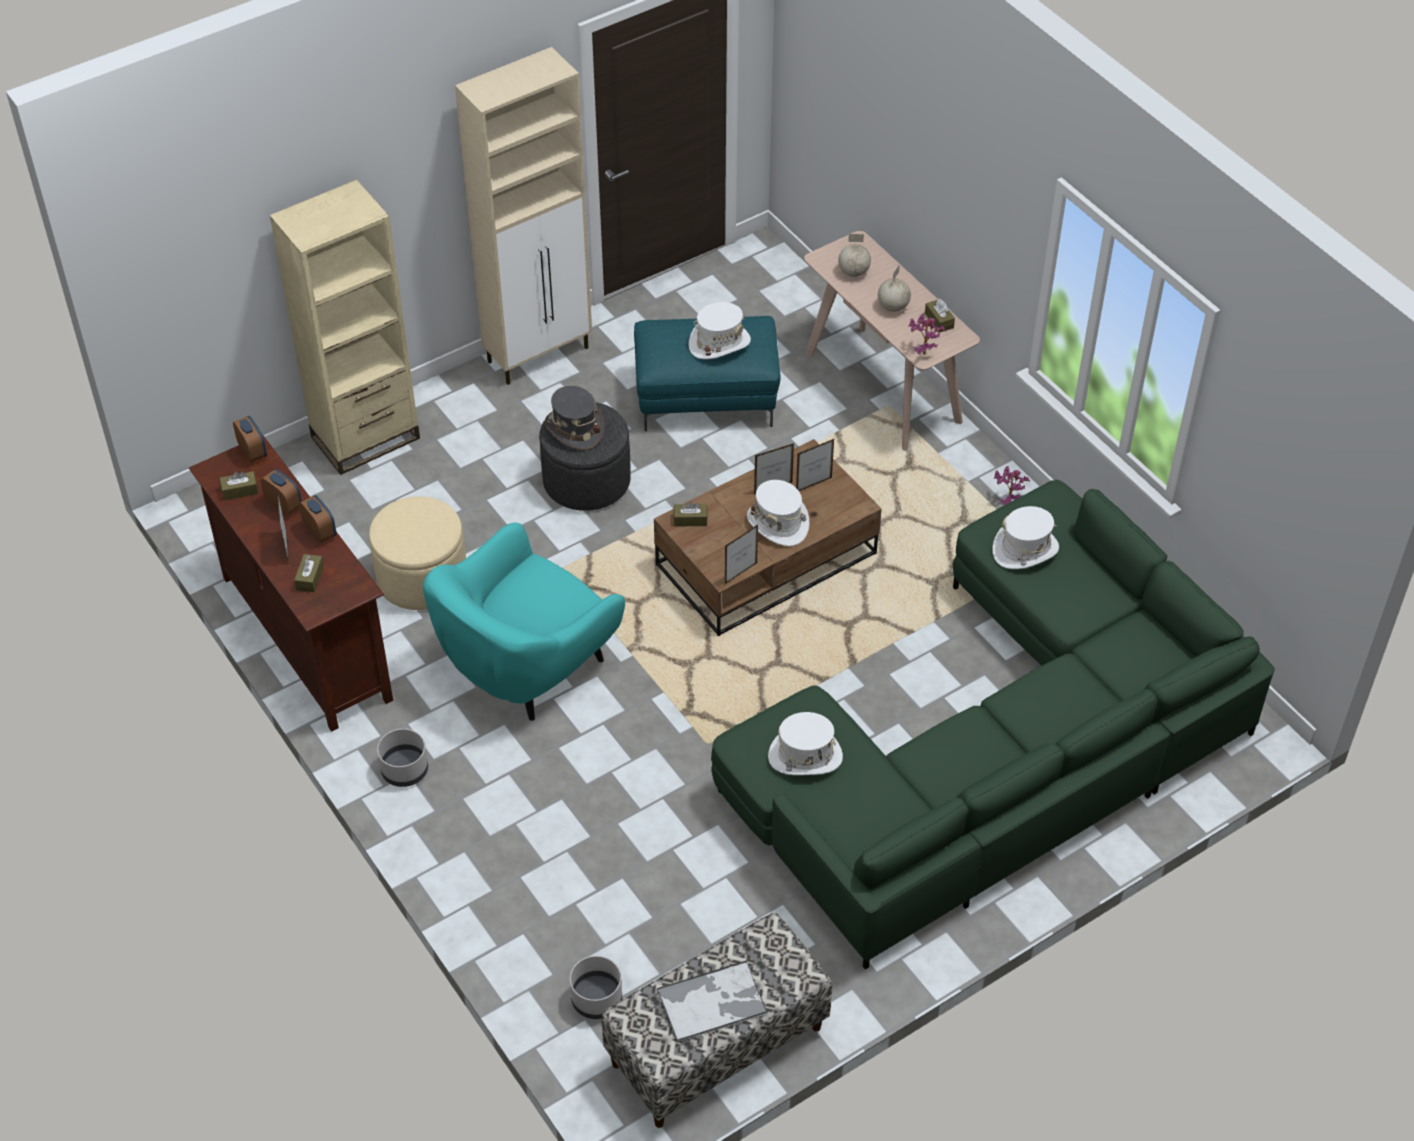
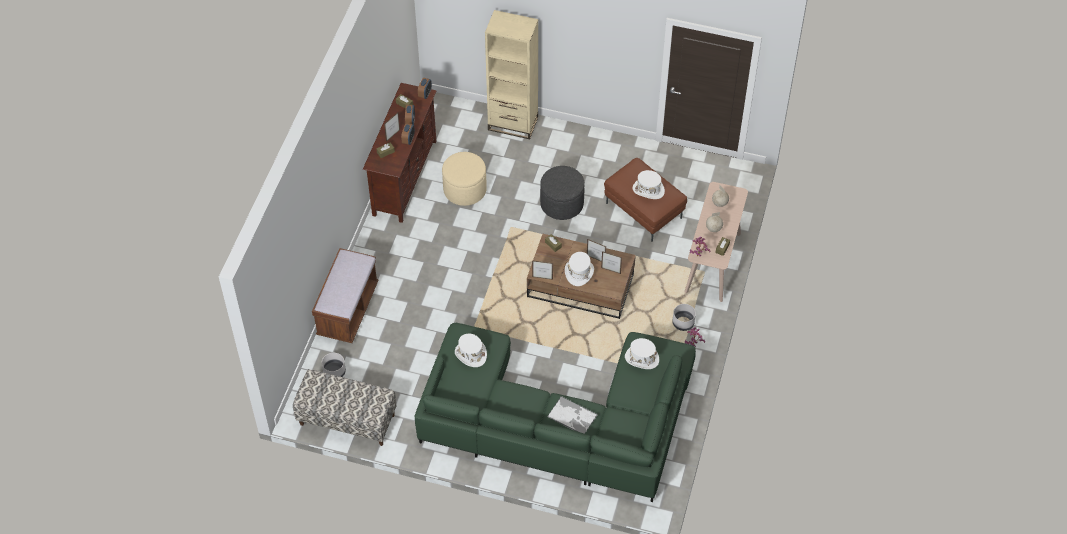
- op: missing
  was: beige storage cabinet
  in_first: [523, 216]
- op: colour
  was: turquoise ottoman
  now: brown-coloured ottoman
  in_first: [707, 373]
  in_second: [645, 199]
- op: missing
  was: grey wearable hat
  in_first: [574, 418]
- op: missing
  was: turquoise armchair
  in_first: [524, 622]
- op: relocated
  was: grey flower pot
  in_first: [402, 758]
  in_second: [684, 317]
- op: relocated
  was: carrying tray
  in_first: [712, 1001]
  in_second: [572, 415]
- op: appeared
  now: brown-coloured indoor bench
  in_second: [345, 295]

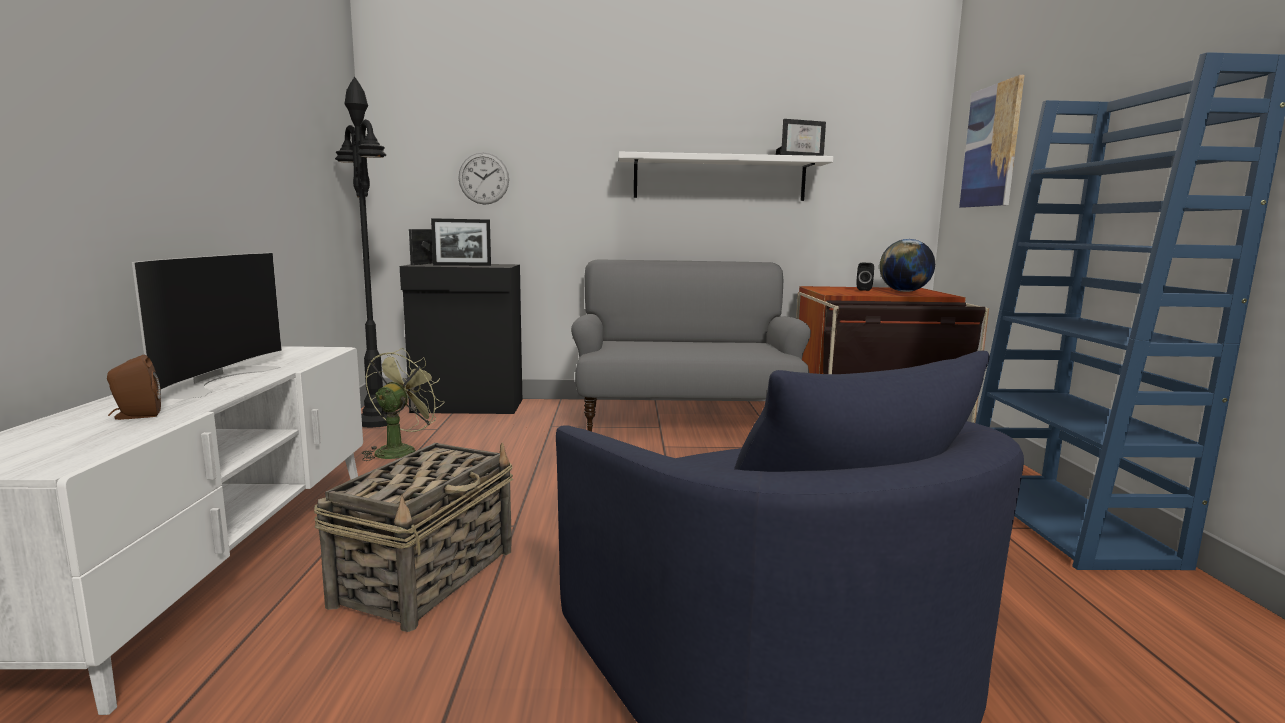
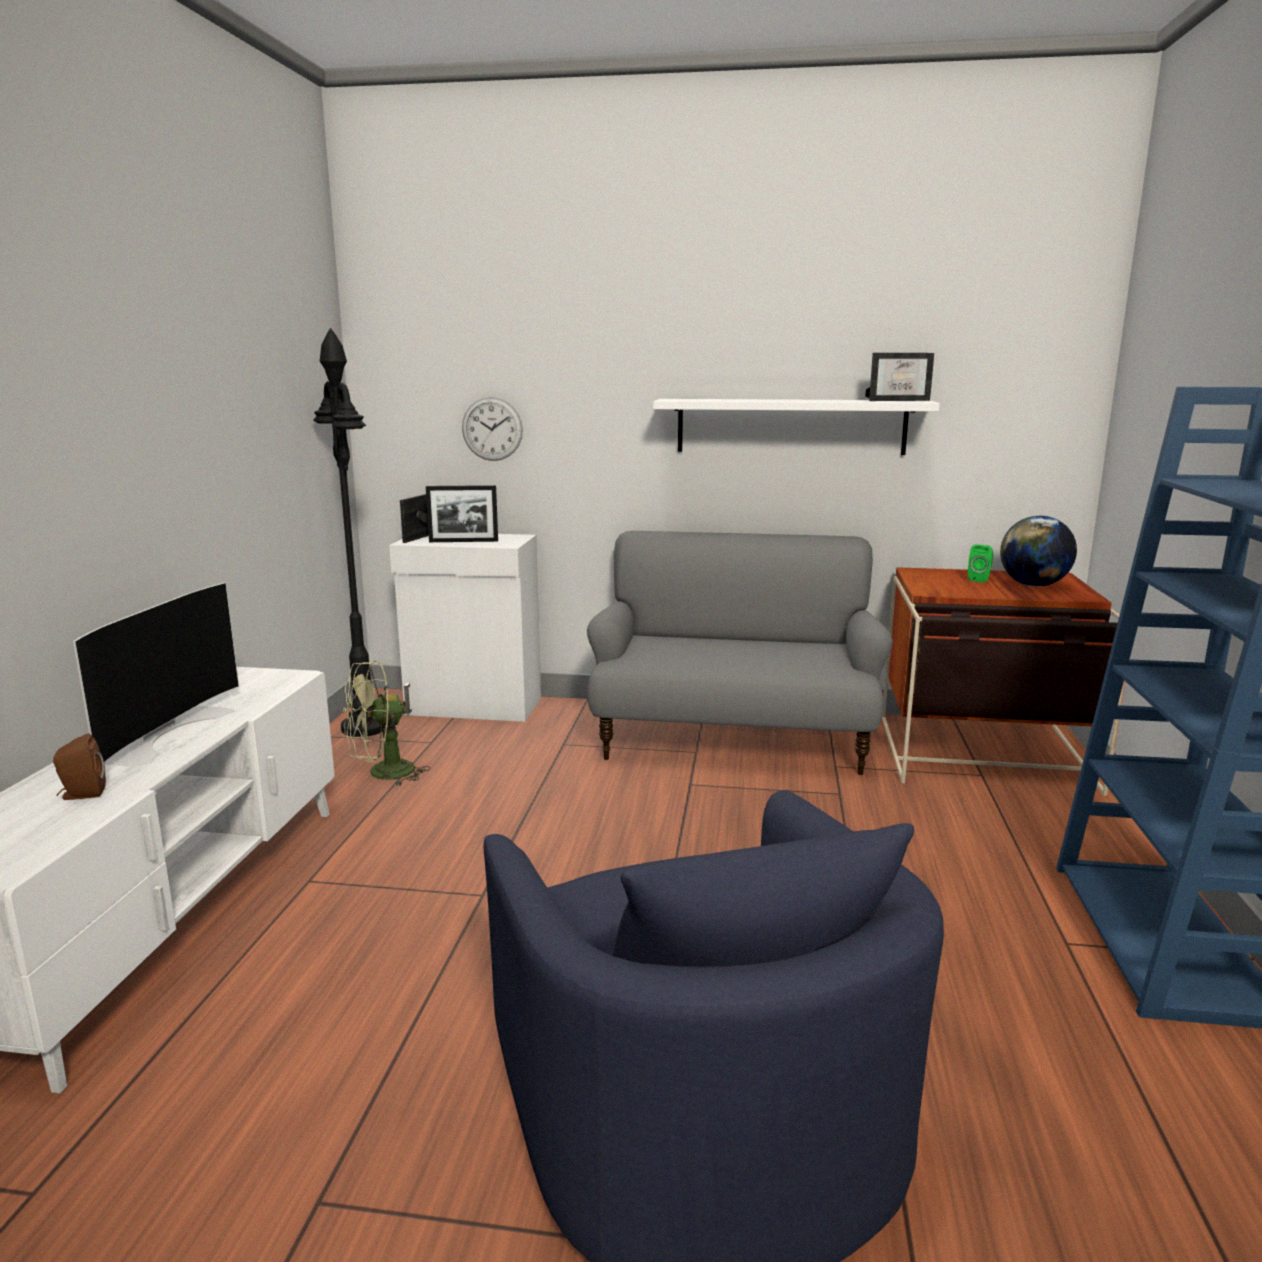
- op: missing
  was: picture
  in_first: [991, 141]
- op: colour
  was: black-coloured storage cabinet
  now: white storage cabinet
  in_first: [461, 338]
  in_second: [465, 628]
- op: colour
  was: black-coloured loudspeaker
  now: green-coloured loudspeaker
  in_first: [865, 277]
  in_second: [980, 563]
- op: spun
  was: green-coloured electric fan
  in_first: [403, 404]
  in_second: [386, 723]
  clockwise: -150
- op: missing
  was: household basket
  in_first: [413, 537]

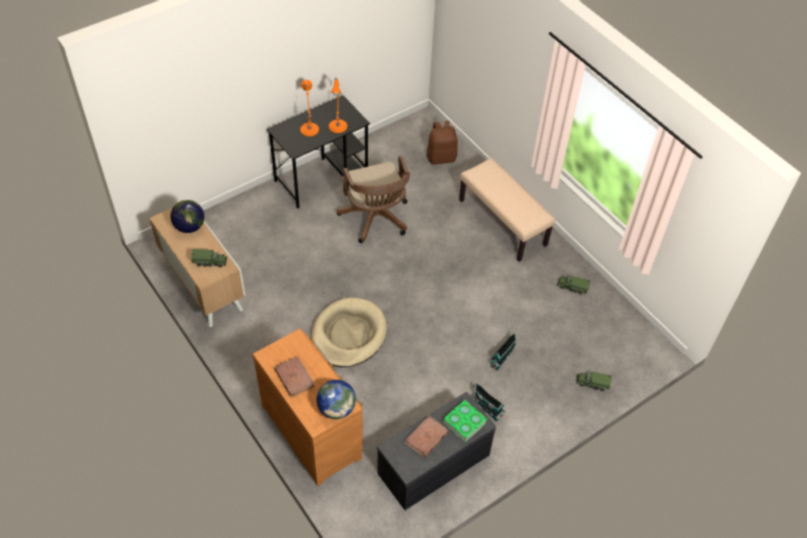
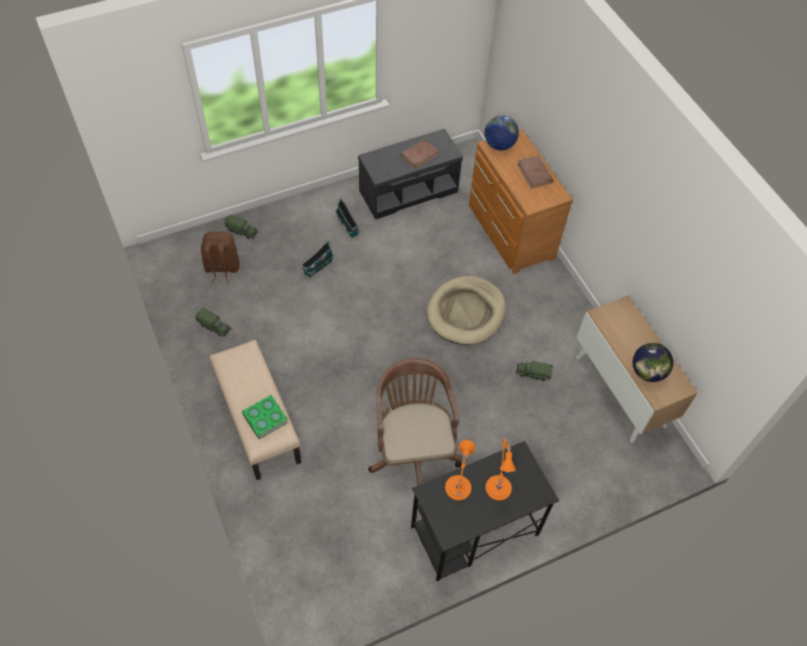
- op: relocated
  was: brown-coloured knapsack
  in_first: [442, 143]
  in_second: [220, 257]
- op: relocated
  was: toy truck
  in_first: [209, 258]
  in_second: [534, 371]
- op: relocated
  was: bound book
  in_first: [465, 421]
  in_second: [265, 417]

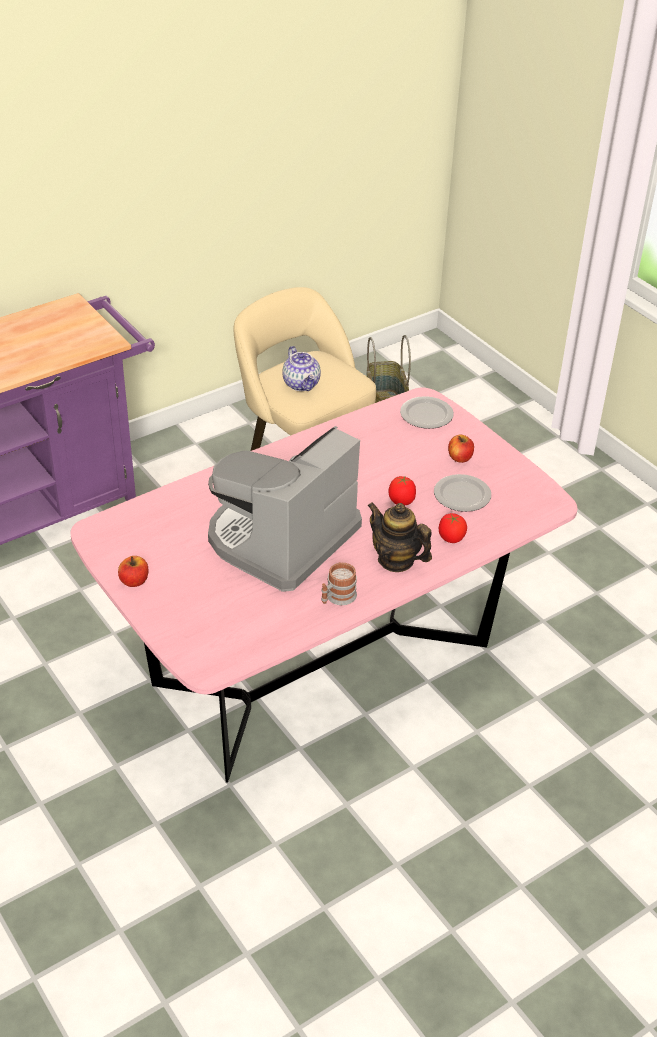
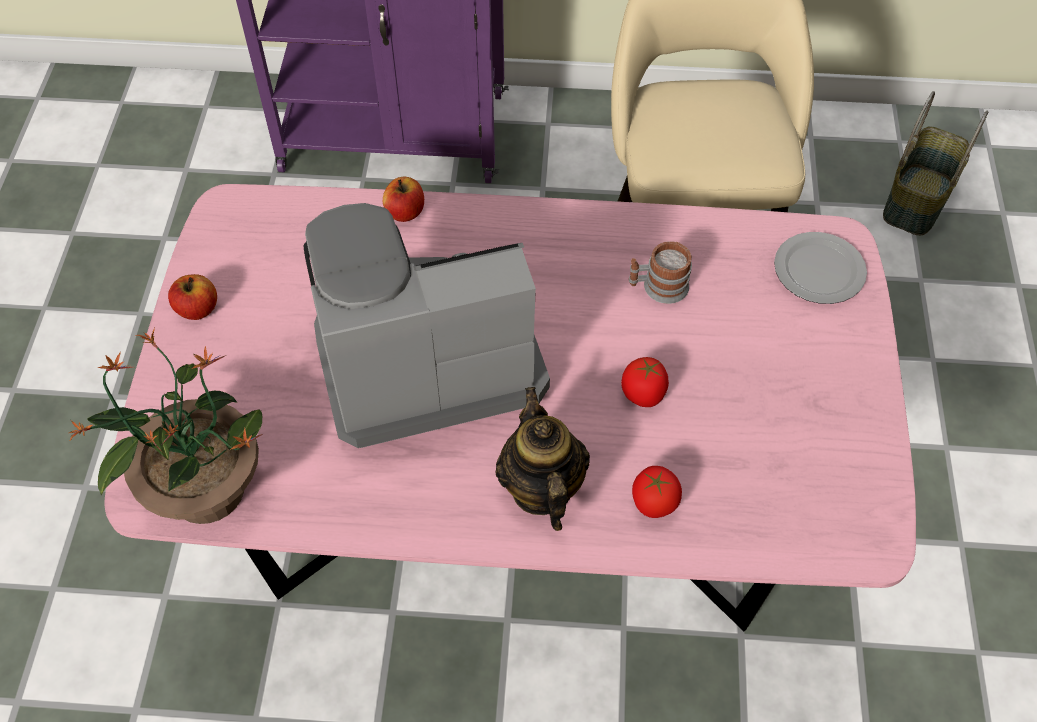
- op: missing
  was: teapot
  in_first: [301, 368]
- op: relocated
  was: whole apple
  in_first: [461, 449]
  in_second: [403, 199]
- op: missing
  was: flat dish
  in_first: [462, 493]
- op: relocated
  was: coffee mug
  in_first: [339, 583]
  in_second: [660, 272]
- op: appeared
  now: potted plant
  in_second: [165, 425]

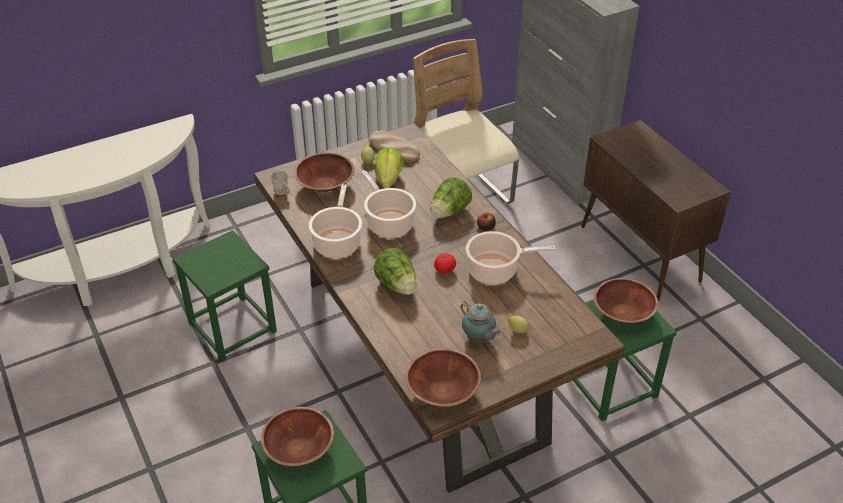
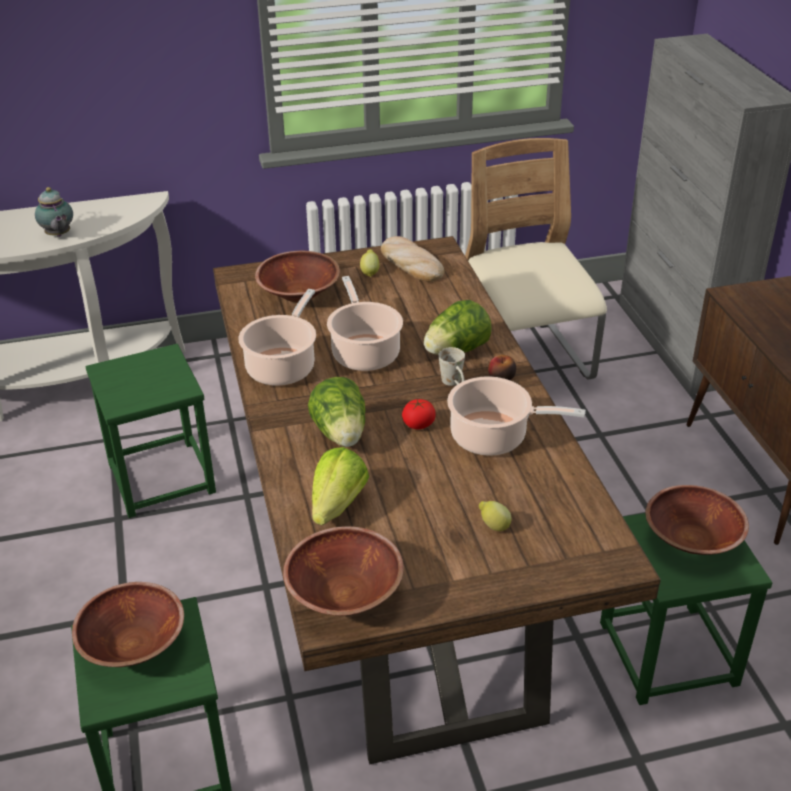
- op: relocated
  was: lettuce
  in_first: [389, 167]
  in_second: [340, 486]
- op: relocated
  was: white coffee mug
  in_first: [280, 183]
  in_second: [451, 366]
- op: relocated
  was: teapot
  in_first: [480, 322]
  in_second: [54, 212]

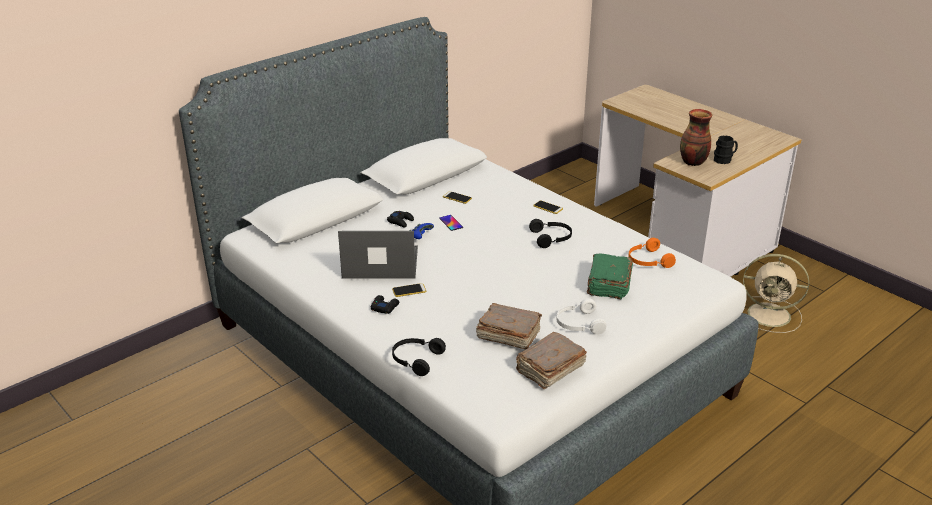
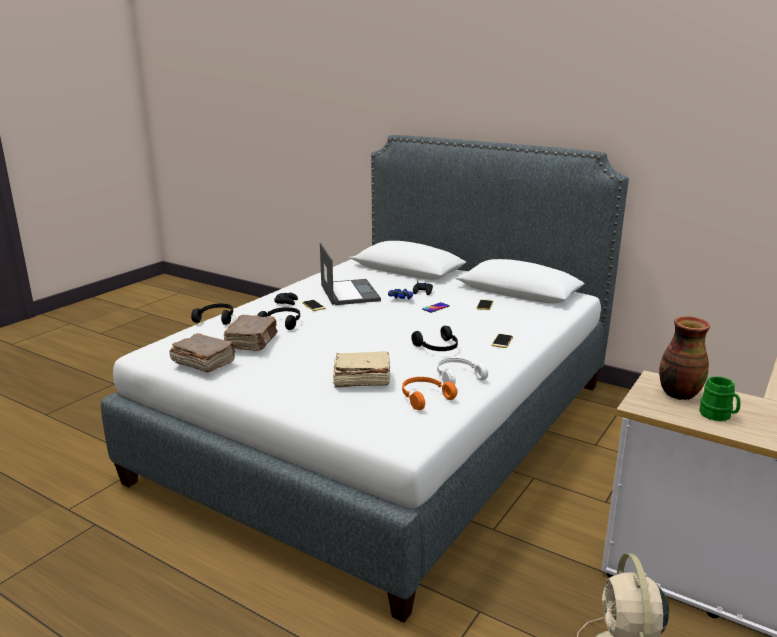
- op: colour
  was: black-coloured coffee mug
  now: green-coloured coffee mug
  in_first: [726, 149]
  in_second: [720, 398]
- op: colour
  was: green-coloured bound book
  now: beige bound book
  in_first: [610, 276]
  in_second: [361, 369]
- op: relocated
  was: white headset
  in_first: [581, 316]
  in_second: [462, 371]
- op: appeared
  now: black-coloured headset
  in_second: [278, 318]

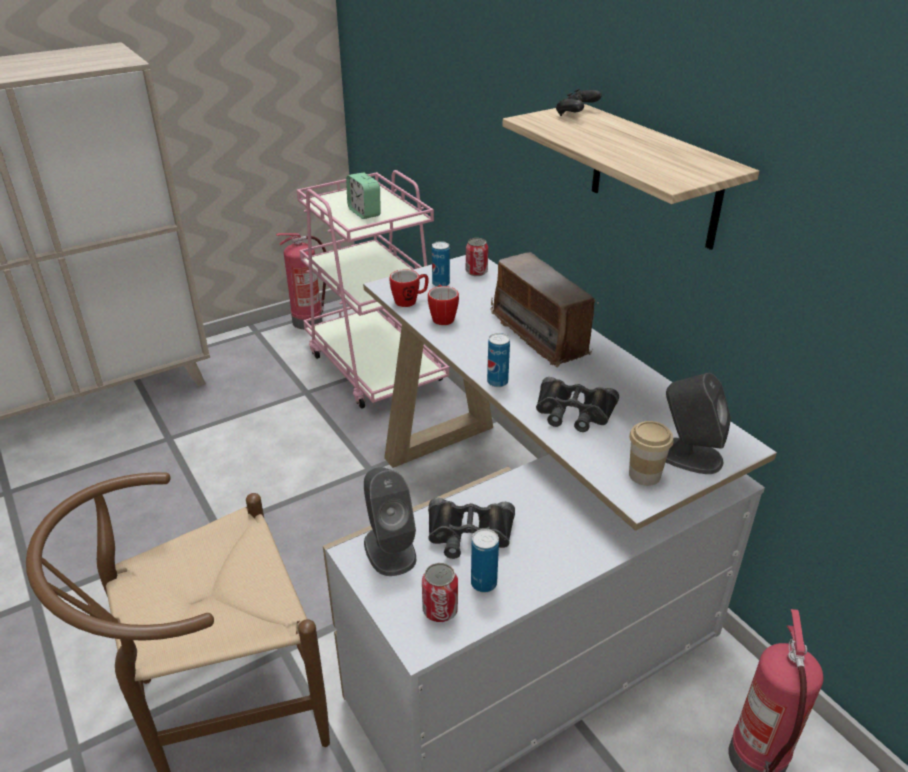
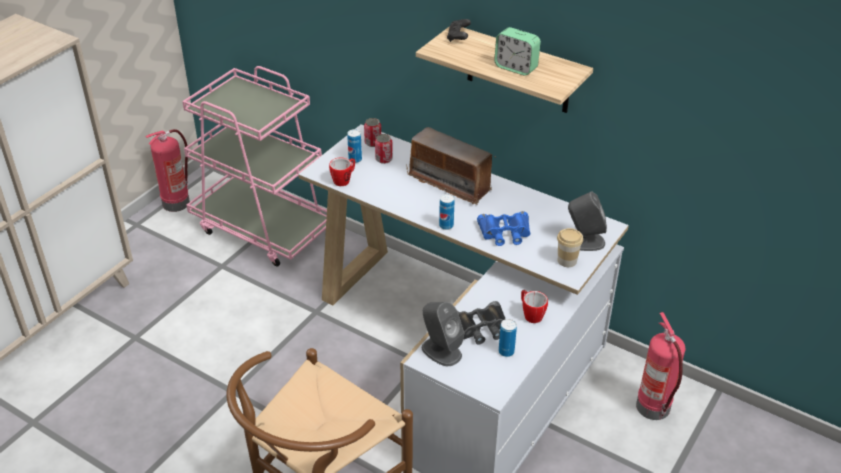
- op: relocated
  was: bedside clock
  in_first: [363, 195]
  in_second: [517, 51]
- op: relocated
  was: coffee mug
  in_first: [443, 305]
  in_second: [534, 306]
- op: colour
  was: black-coloured field glasses
  now: blue field glasses
  in_first: [577, 404]
  in_second: [503, 228]
- op: relocated
  was: can
  in_first: [440, 592]
  in_second: [384, 149]

